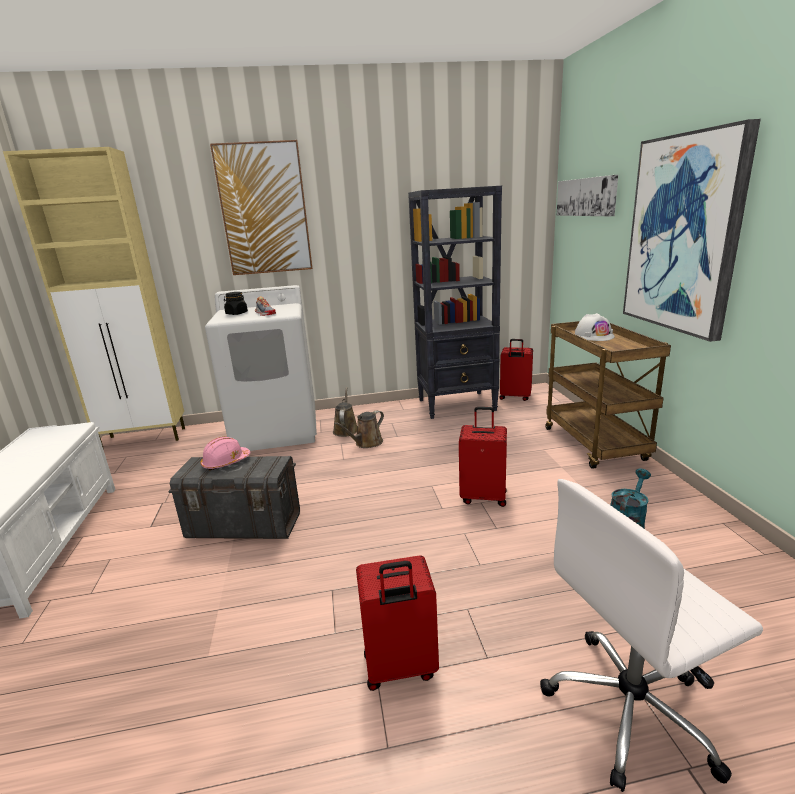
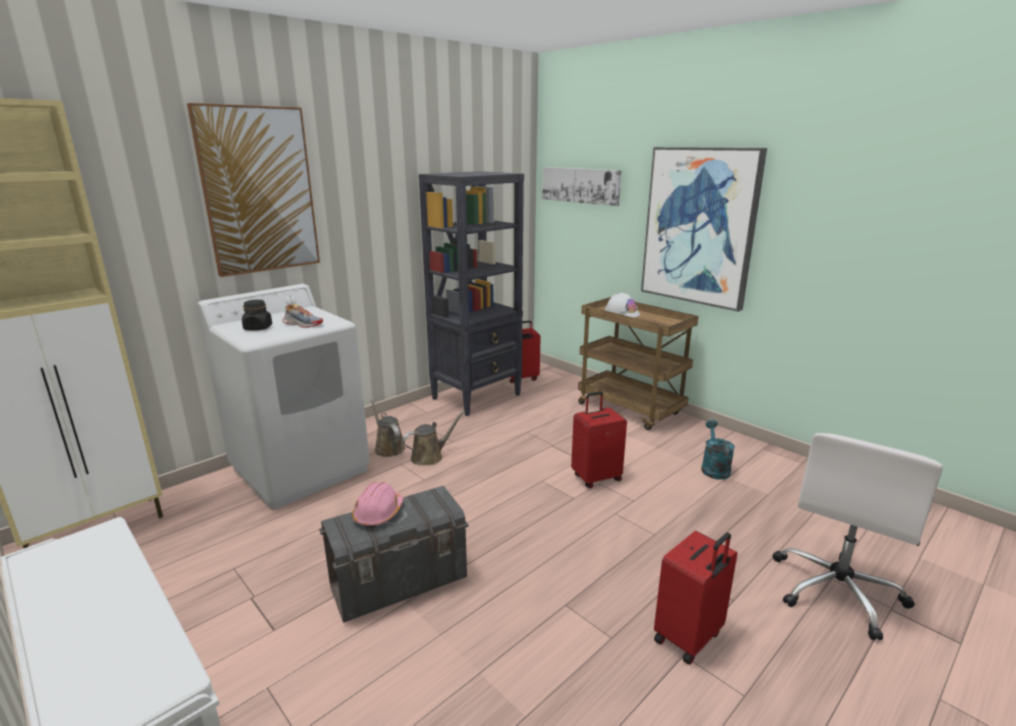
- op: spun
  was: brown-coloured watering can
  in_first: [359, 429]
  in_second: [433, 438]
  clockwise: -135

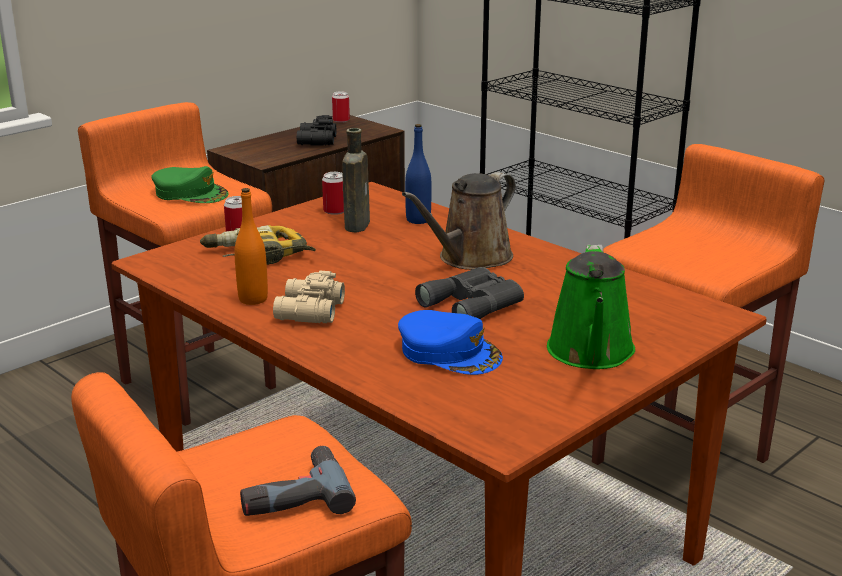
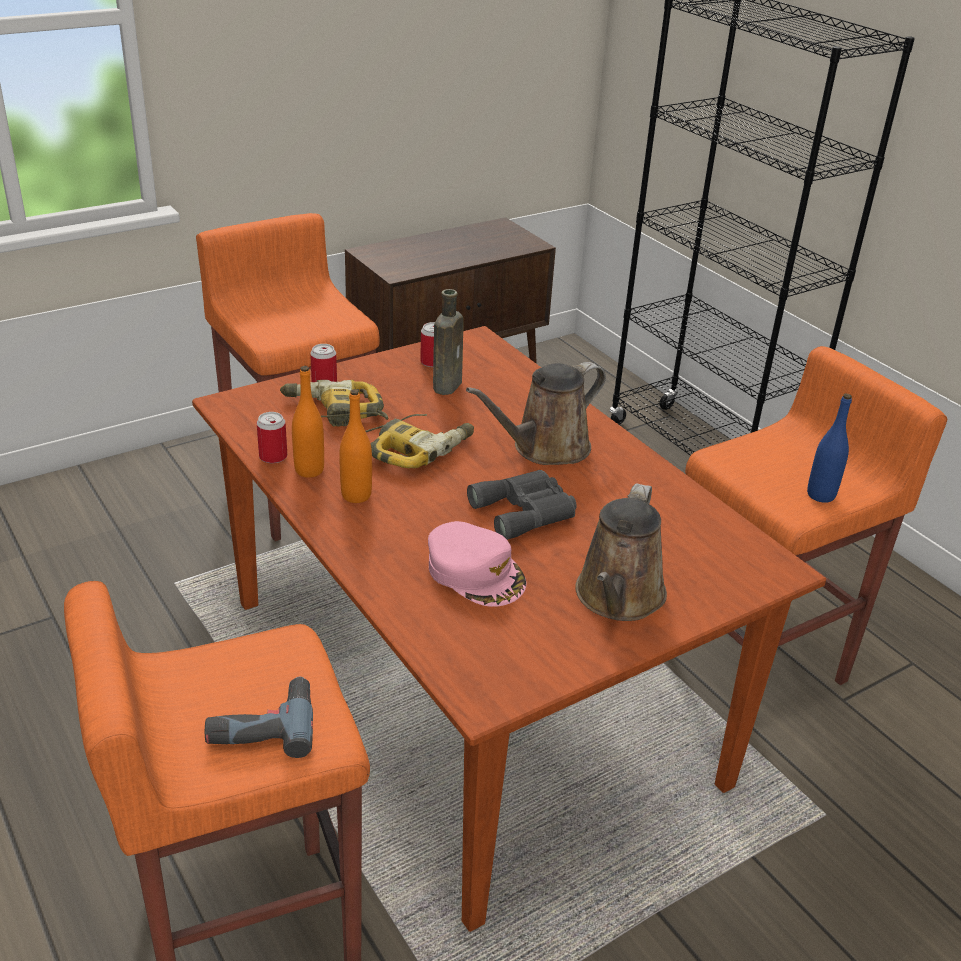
- op: relocated
  was: can
  in_first: [341, 107]
  in_second: [272, 437]
- op: missing
  was: black-coloured field glasses
  in_first: [316, 130]
- op: relocated
  was: blue drink bottle
  in_first: [418, 174]
  in_second: [829, 448]
- op: missing
  was: green-coloured cap
  in_first: [190, 184]
- op: colour
  was: green-coloured watering can
  now: brown-coloured watering can
  in_first: [591, 307]
  in_second: [621, 552]
- op: exchanged
  was: beige field glasses
  now: orange-coloured drink bottle
  in_first: [309, 297]
  in_second: [355, 446]
- op: colour
  was: blue cap
  now: pink-coloured cap
  in_first: [450, 342]
  in_second: [477, 564]
- op: appeared
  now: electric drill
  in_second: [420, 441]

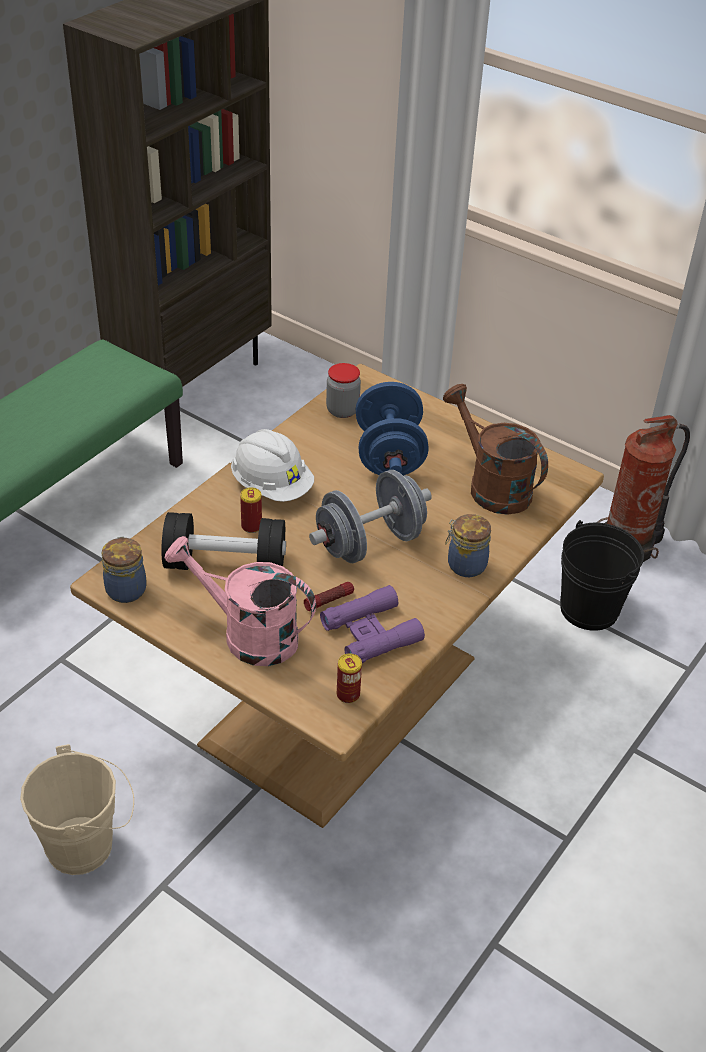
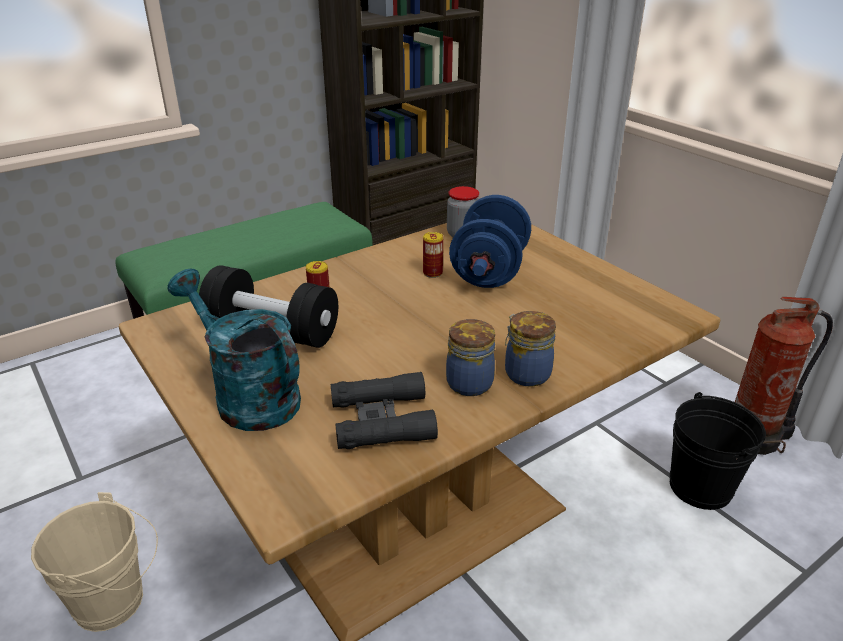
- op: missing
  was: brown-coloured watering can
  in_first: [495, 449]
- op: missing
  was: white safety helmet
  in_first: [272, 465]
- op: missing
  was: grey hand weight
  in_first: [370, 516]
- op: colour
  was: pink-coloured watering can
  now: turquoise watering can
  in_first: [240, 601]
  in_second: [234, 349]
- op: relocated
  was: preserve jar
  in_first: [124, 570]
  in_second: [470, 357]
- op: missing
  was: hand torch
  in_first: [329, 596]
- op: colour
  was: purple field glasses
  now: black-coloured field glasses
  in_first: [372, 624]
  in_second: [384, 410]
- op: relocated
  was: can
  in_first: [349, 678]
  in_second: [433, 255]

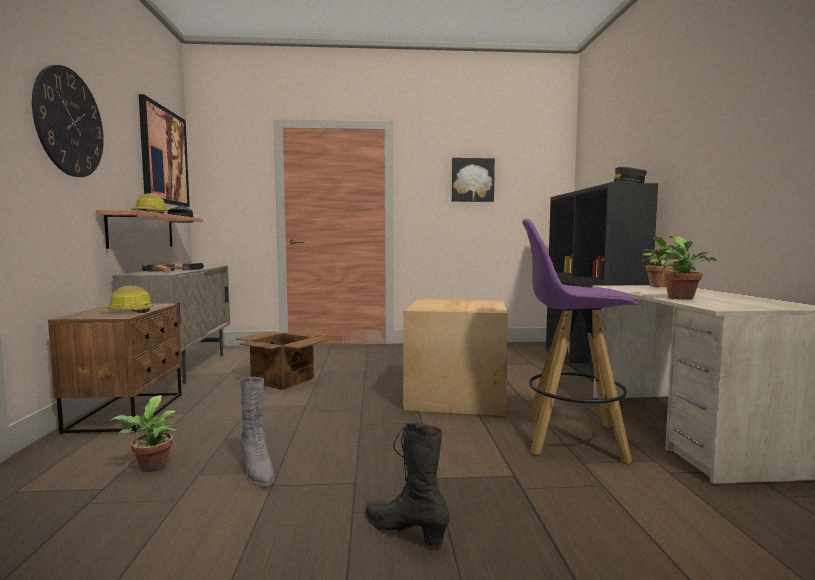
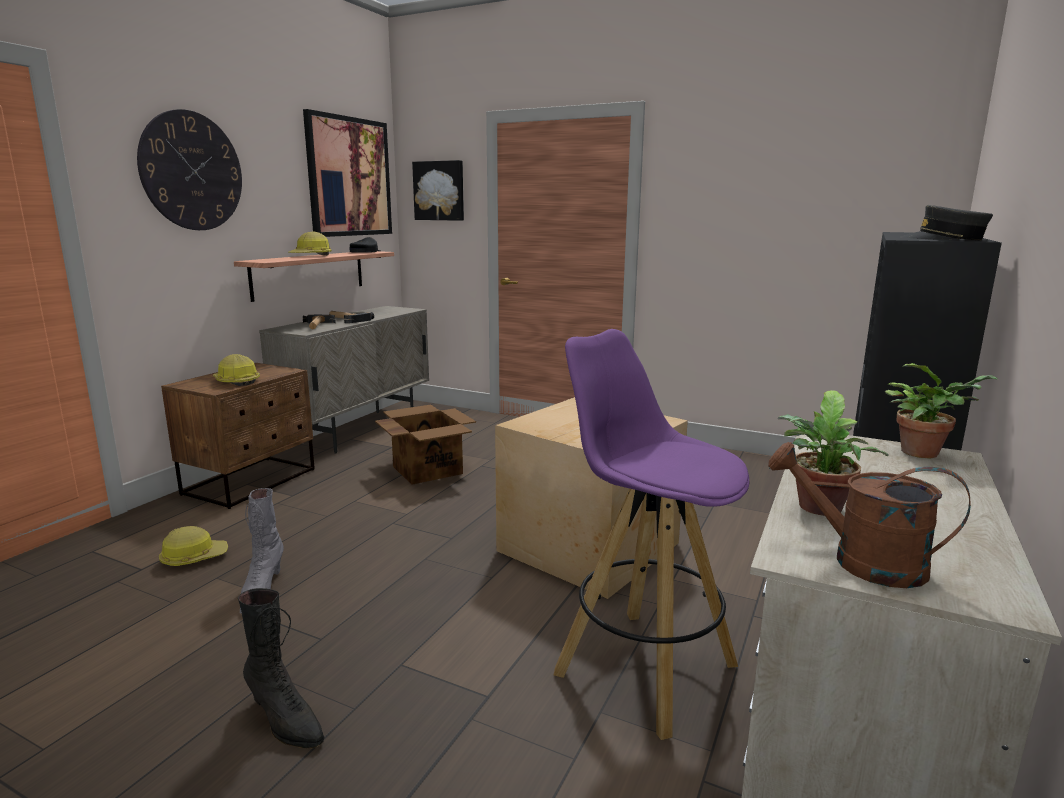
- op: relocated
  was: picture
  in_first: [473, 180]
  in_second: [438, 190]
- op: exchanged
  was: potted plant
  now: safety helmet
  in_first: [143, 433]
  in_second: [193, 546]
- op: spun
  was: black-coloured boot
  in_first: [407, 485]
  in_second: [281, 668]
  clockwise: 150
- op: appeared
  now: brown-coloured watering can
  in_second: [869, 515]

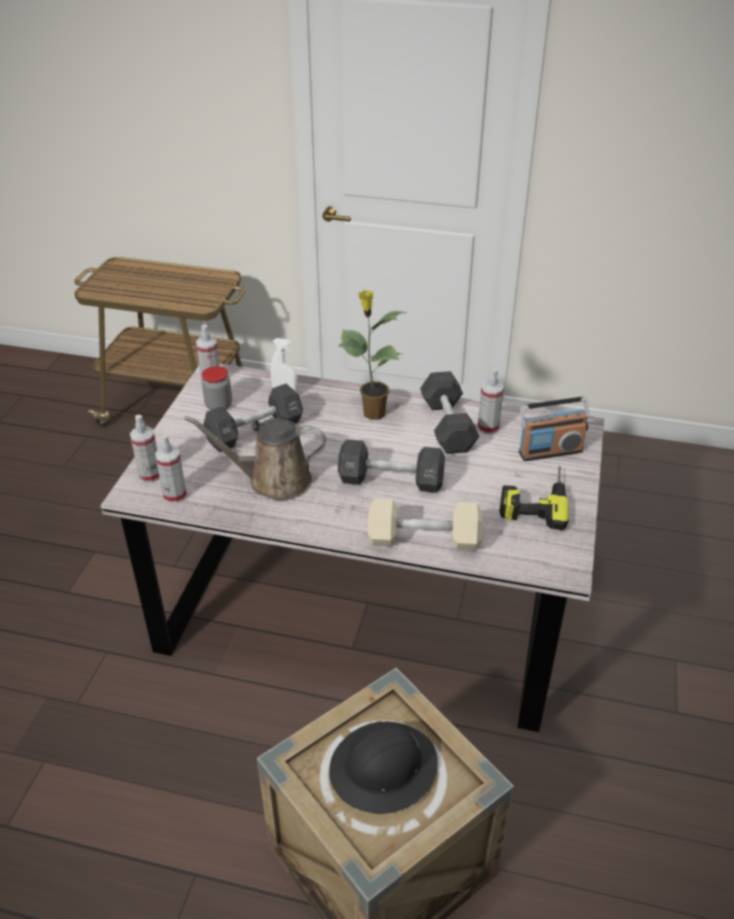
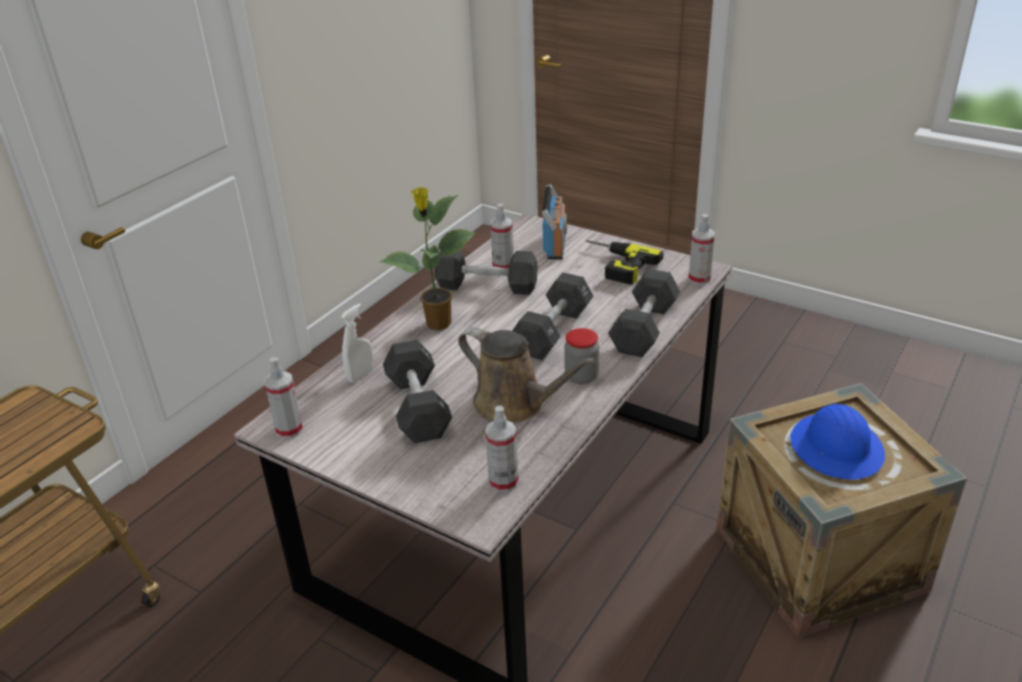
- op: relocated
  was: preserve jar
  in_first: [217, 388]
  in_second: [581, 356]
- op: relocated
  was: hand sprayer
  in_first: [145, 449]
  in_second: [701, 249]
- op: spun
  was: brown-coloured watering can
  in_first: [255, 458]
  in_second: [527, 375]
  clockwise: -75
- op: colour
  was: beige hand weight
  now: black-coloured hand weight
  in_first: [425, 524]
  in_second: [644, 313]
- op: colour
  was: black-coloured safety helmet
  now: blue safety helmet
  in_first: [383, 767]
  in_second: [837, 442]

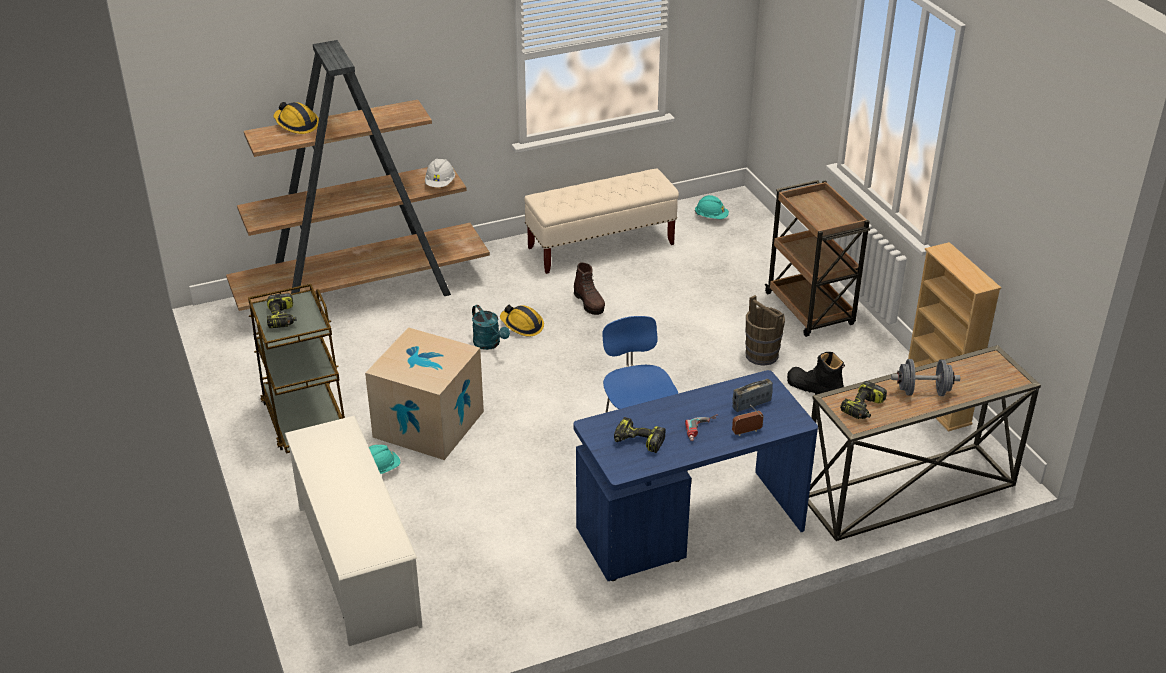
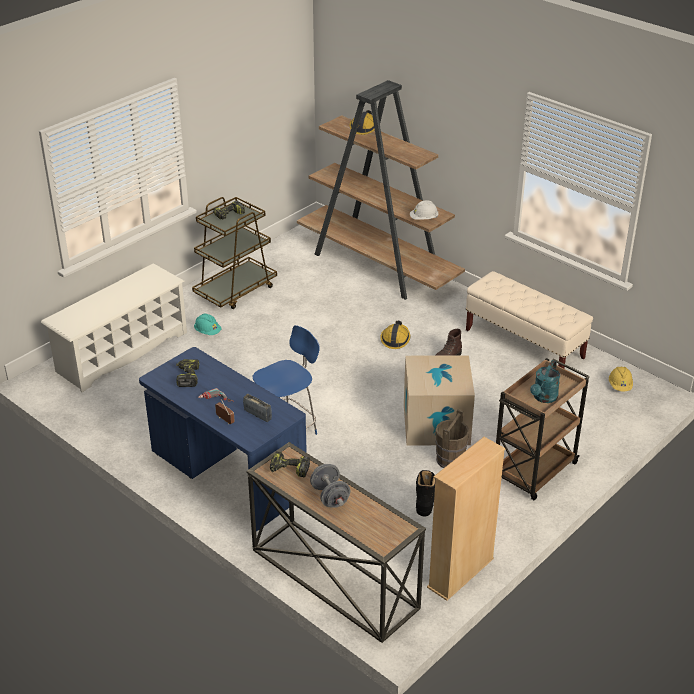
- op: colour
  was: turquoise safety helmet
  now: yellow-coloured safety helmet
  in_first: [712, 207]
  in_second: [621, 379]
- op: relocated
  was: turquoise watering can
  in_first: [491, 327]
  in_second: [545, 381]
- op: relocated
  was: packing box
  in_first: [424, 393]
  in_second: [439, 400]

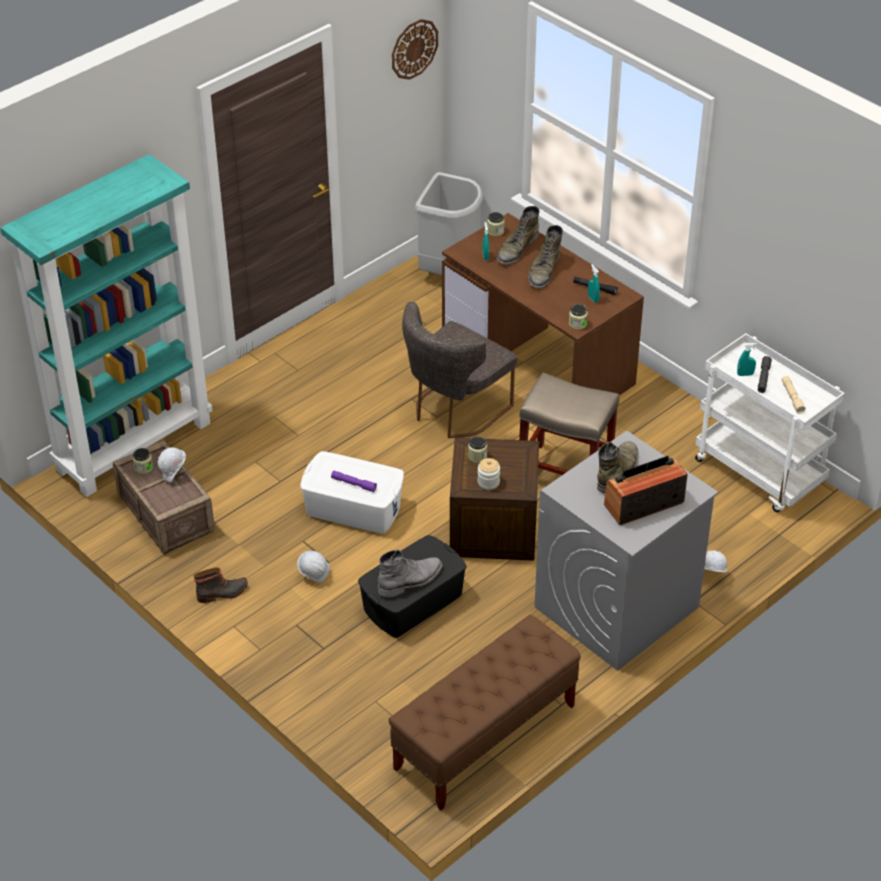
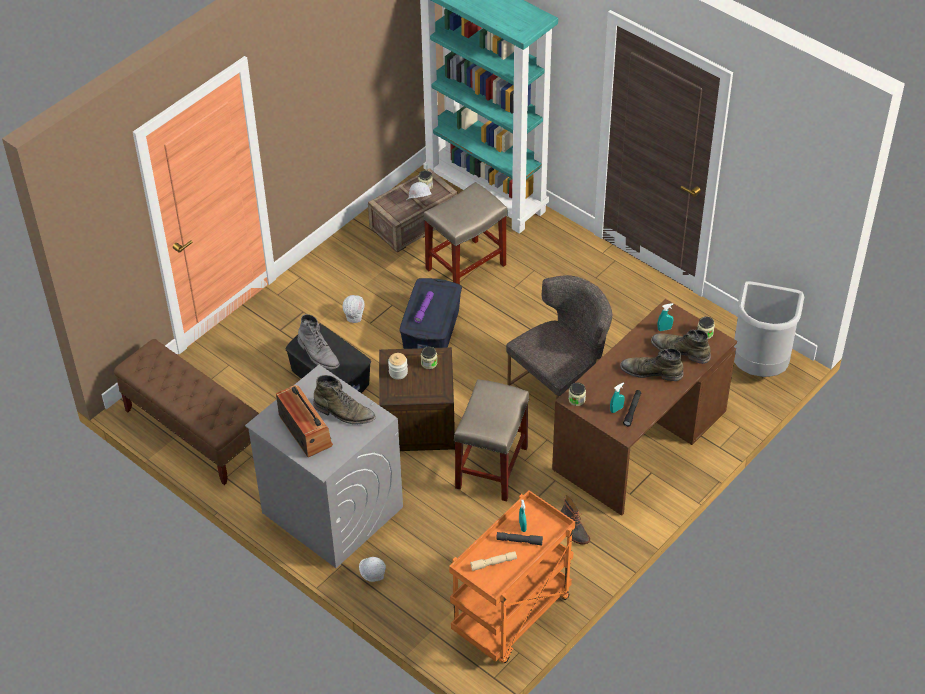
- op: missing
  was: wall clock
  in_first: [415, 49]
- op: spun
  was: grey upright chair
  in_first: [459, 370]
  in_second: [559, 337]
  clockwise: 105
- op: colour
  was: white wheeled cart
  now: orange-coloured wheeled cart
  in_first: [770, 422]
  in_second: [512, 576]
- op: colour
  was: white storage box
  now: blue storage box
  in_first: [352, 492]
  in_second: [430, 313]
- op: relocated
  was: boot
  in_first: [221, 585]
  in_second: [575, 520]
- op: appeared
  now: beige stool seat
  in_second: [466, 233]

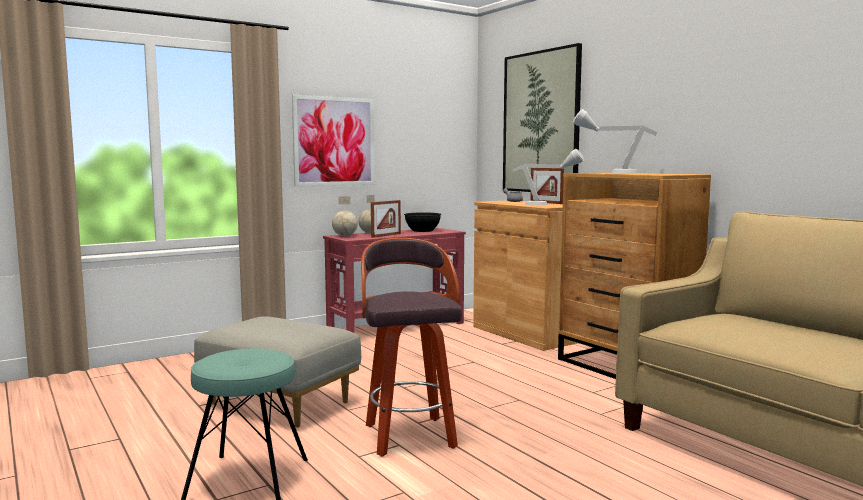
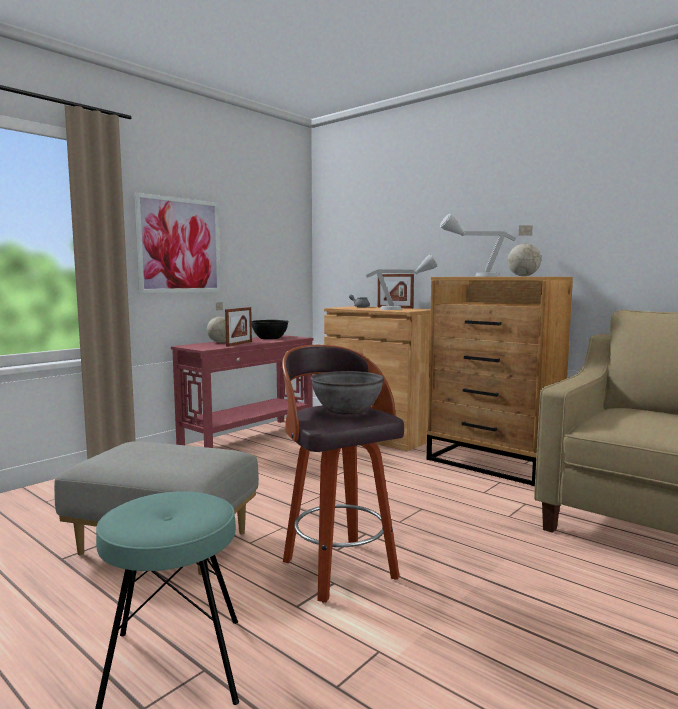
- op: missing
  was: picture
  in_first: [542, 117]
- op: relocated
  was: world globe
  in_first: [345, 216]
  in_second: [524, 250]
- op: appeared
  now: grey bowl
  in_second: [347, 392]

